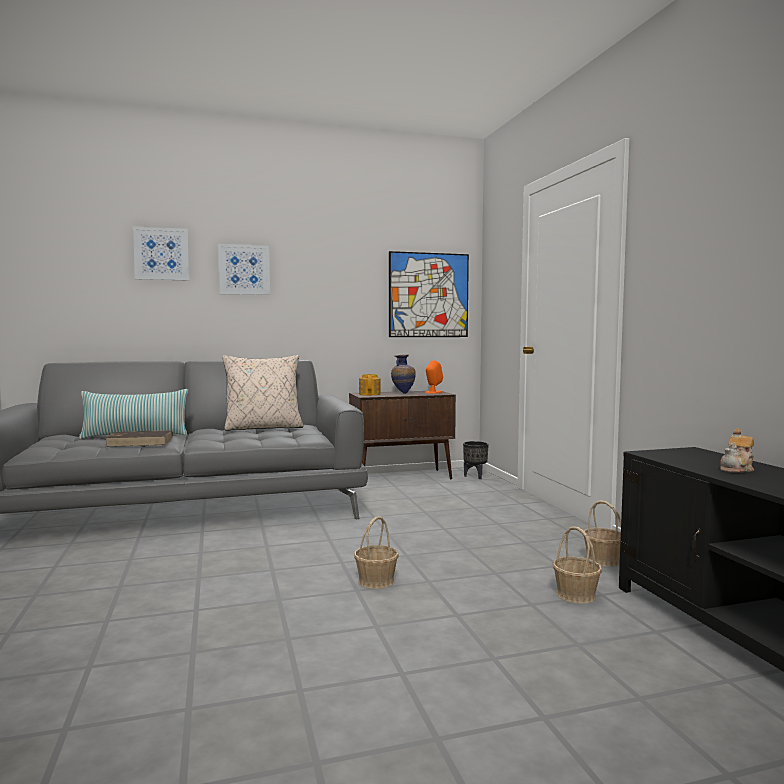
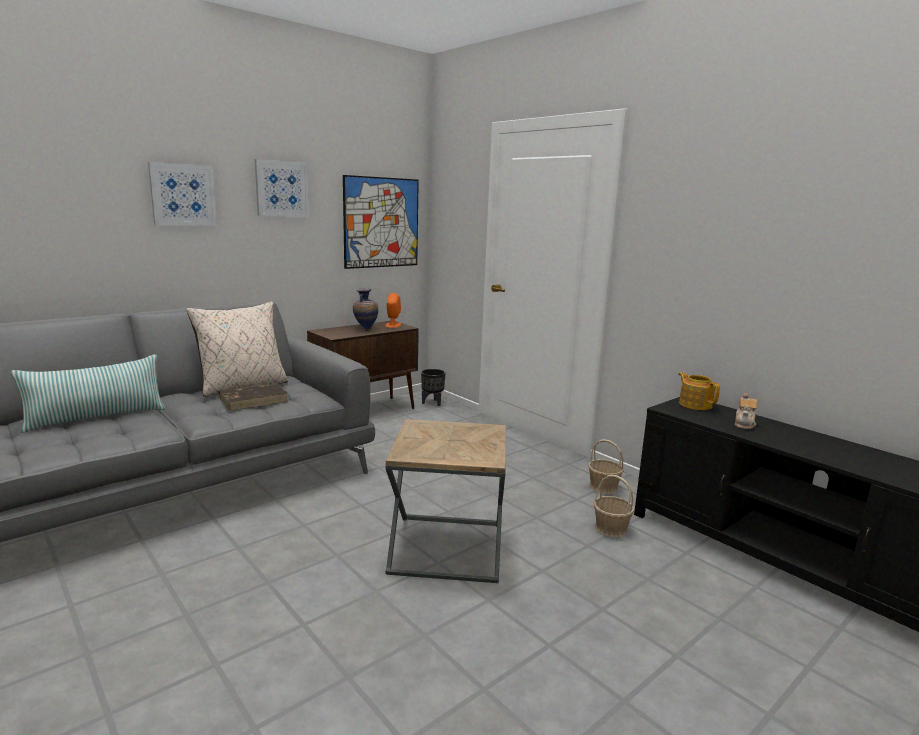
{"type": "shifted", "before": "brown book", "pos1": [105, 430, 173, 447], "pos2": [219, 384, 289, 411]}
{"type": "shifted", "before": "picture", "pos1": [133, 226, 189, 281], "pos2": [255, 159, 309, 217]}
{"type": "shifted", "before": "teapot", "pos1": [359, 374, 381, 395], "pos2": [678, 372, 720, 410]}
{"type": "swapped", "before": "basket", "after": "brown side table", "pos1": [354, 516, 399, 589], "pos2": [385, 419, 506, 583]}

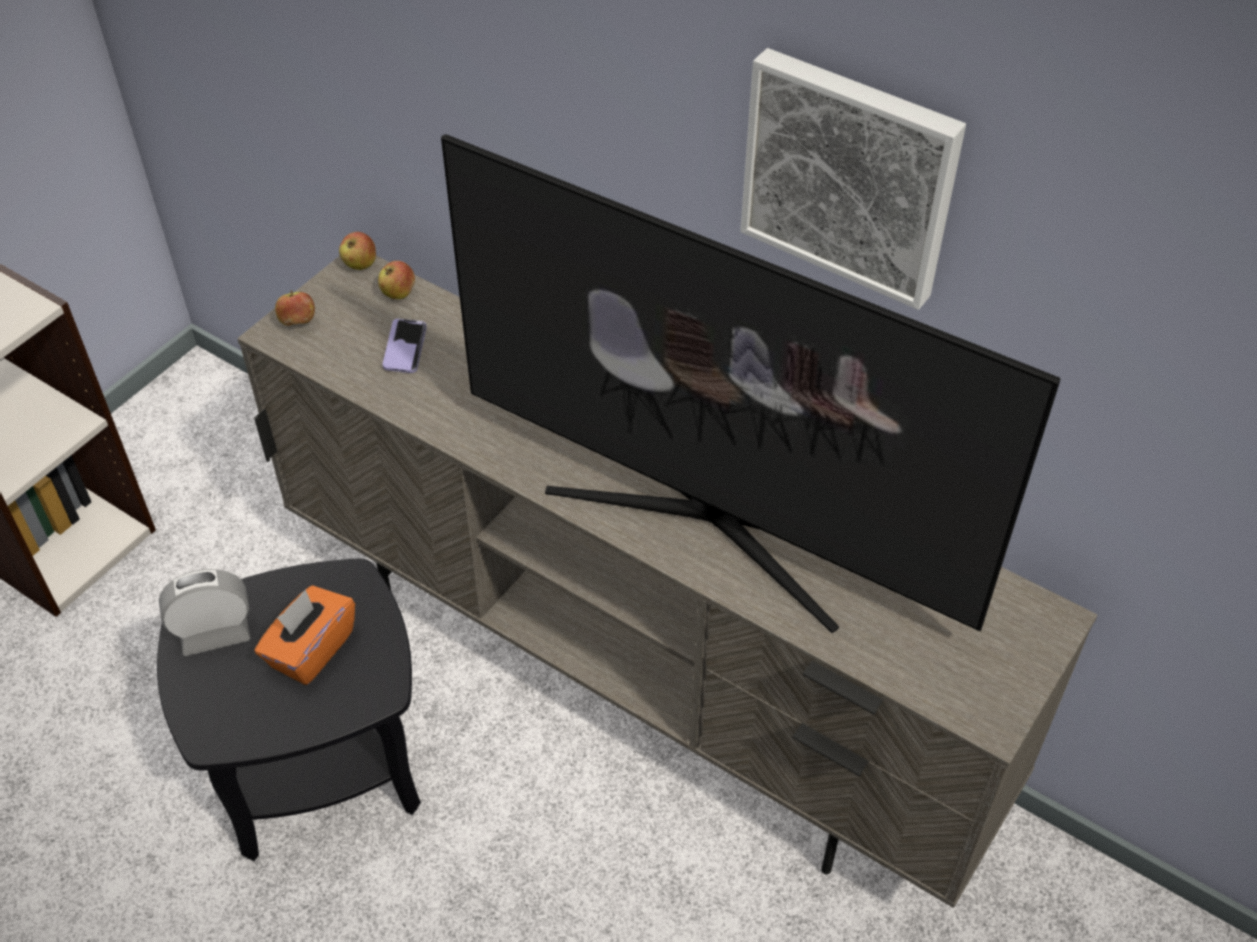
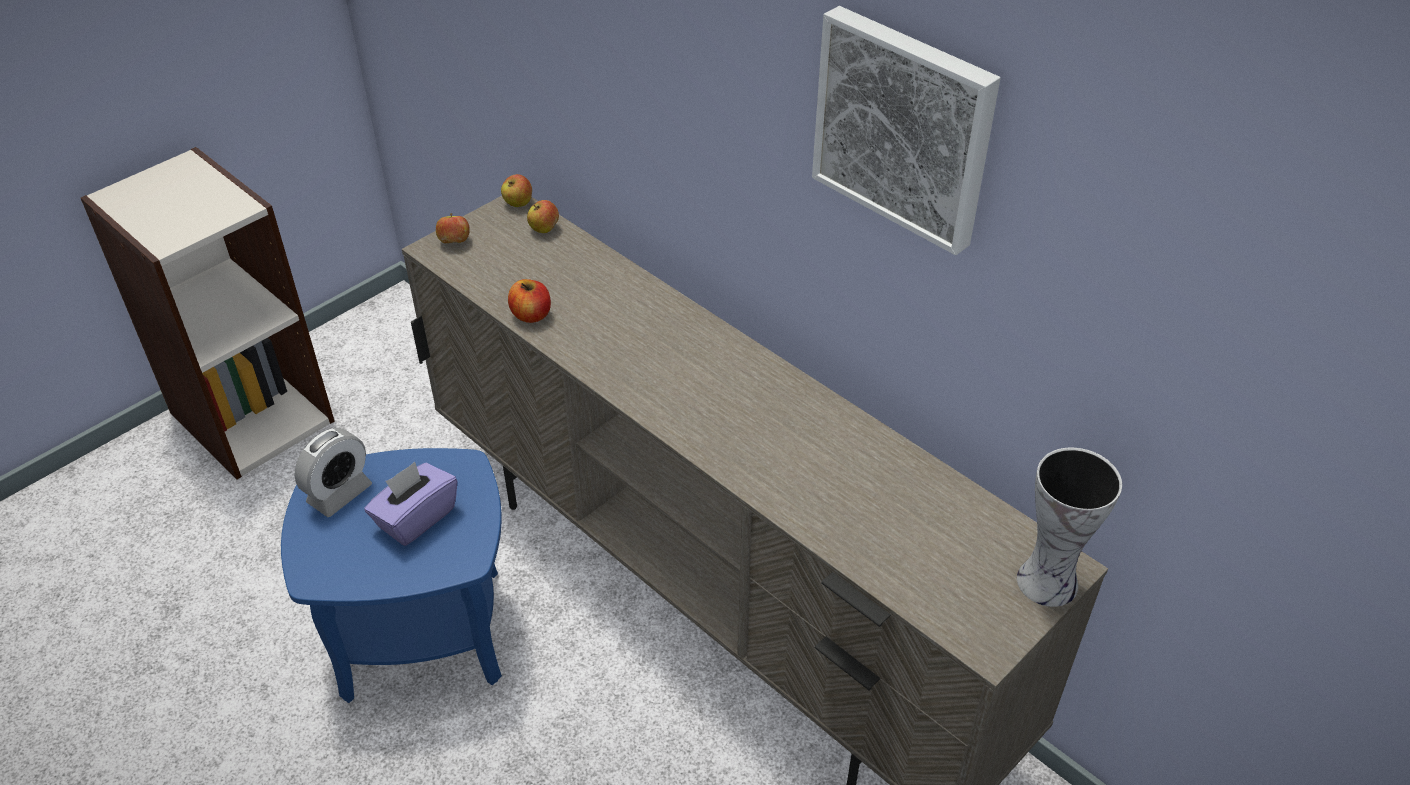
{"type": "gone", "before": "phone", "pos1": [383, 318, 427, 373]}
{"type": "gone", "before": "television", "pos1": [441, 134, 1060, 633]}
{"type": "new", "after": "apple", "pos2": [508, 279, 551, 323]}
{"type": "new", "after": "vase", "pos2": [1017, 447, 1122, 607]}
{"type": "repainted", "before": "black side table", "after": "blue side table", "pos1": [157, 559, 421, 861], "pos2": [281, 448, 502, 703]}
{"type": "repainted", "before": "orange tissue box", "after": "purple tissue box", "pos1": [255, 585, 355, 685], "pos2": [364, 462, 457, 546]}
{"type": "rotated", "before": "alarm clock", "pos1": [159, 569, 250, 656], "pos2": [294, 428, 372, 517], "turn": 135}

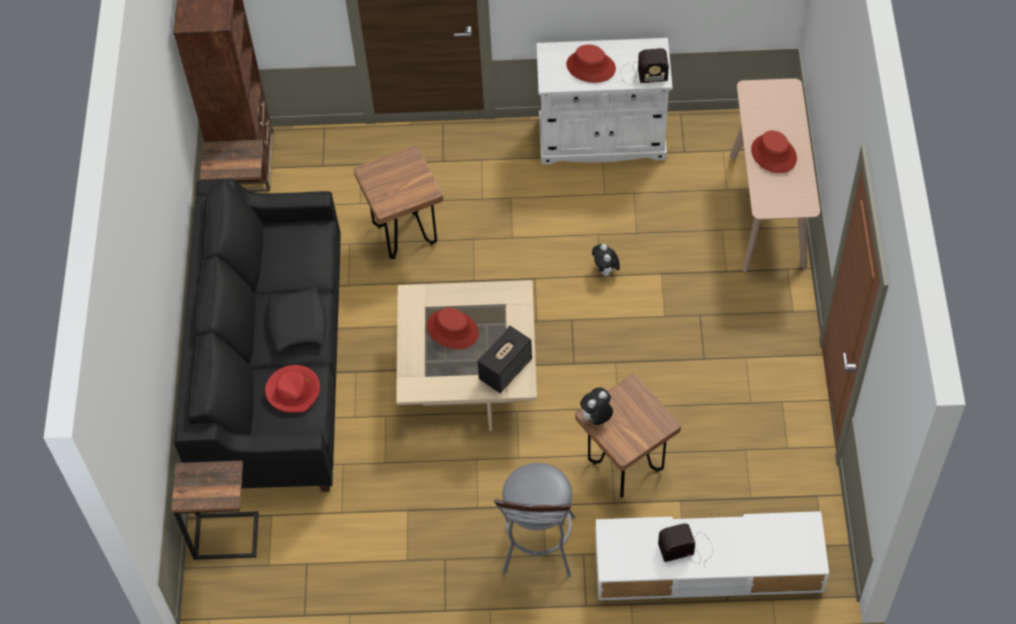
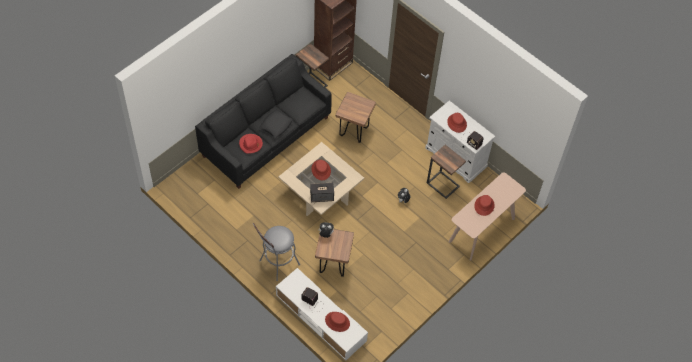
{"type": "new", "after": "red hat", "pos2": [325, 312, 350, 332]}
{"type": "shifted", "before": "side table", "pos1": [171, 461, 259, 560], "pos2": [427, 145, 466, 199]}

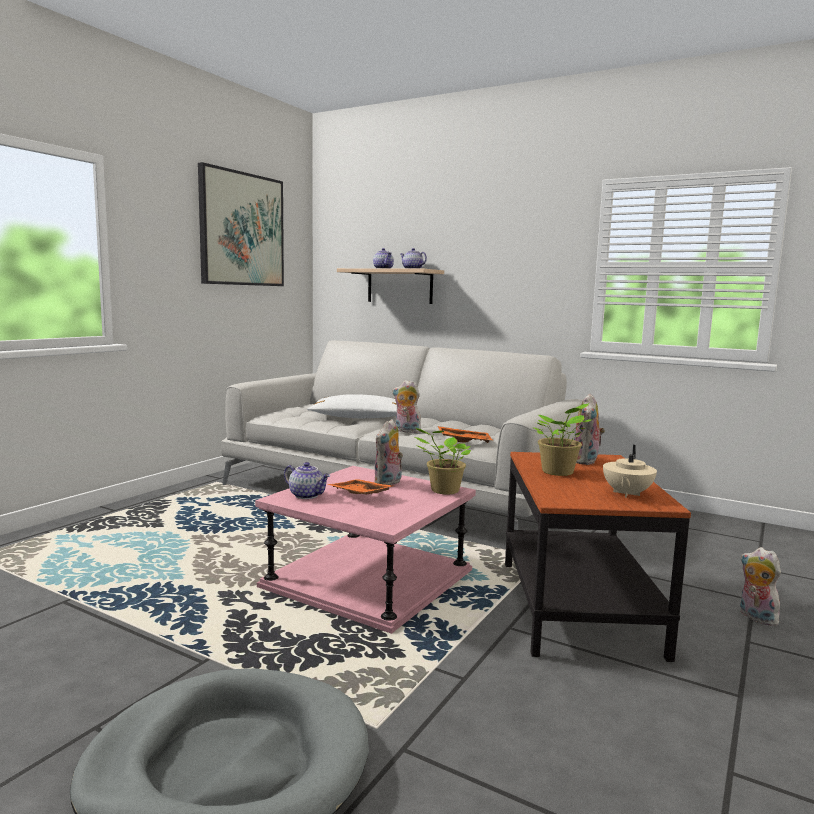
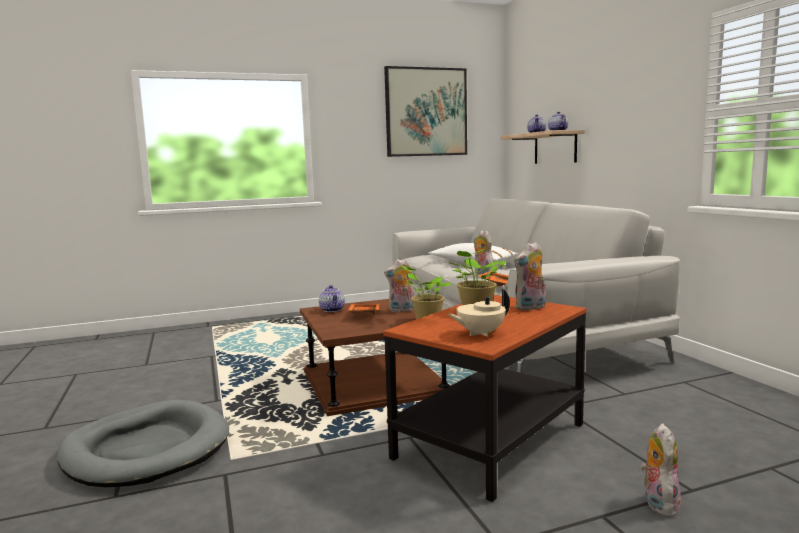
{"type": "repainted", "before": "pink side table", "after": "brown side table", "pos1": [255, 466, 476, 634], "pos2": [300, 299, 450, 416]}

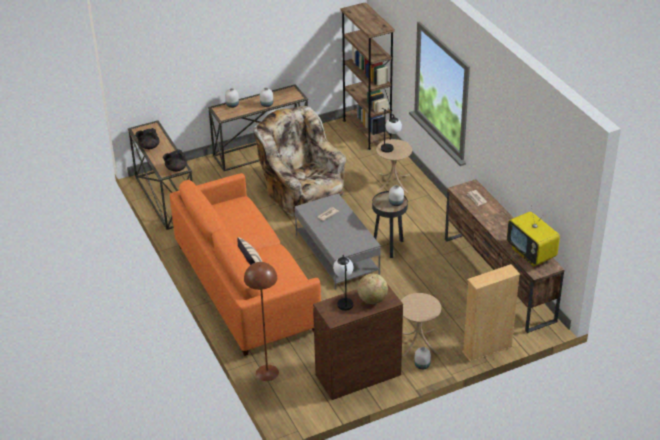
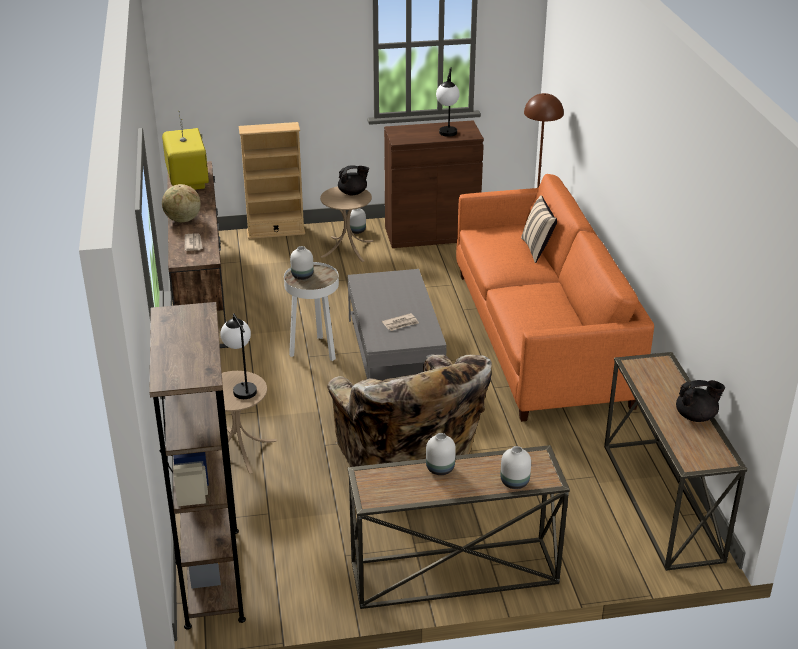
{"type": "shifted", "before": "black teapot", "pos1": [163, 149, 187, 172], "pos2": [338, 165, 369, 195]}
{"type": "shifted", "before": "globe", "pos1": [357, 274, 388, 304], "pos2": [162, 184, 201, 222]}
{"type": "repainted", "before": "black side table", "after": "white side table", "pos1": [372, 191, 408, 258], "pos2": [284, 262, 339, 361]}

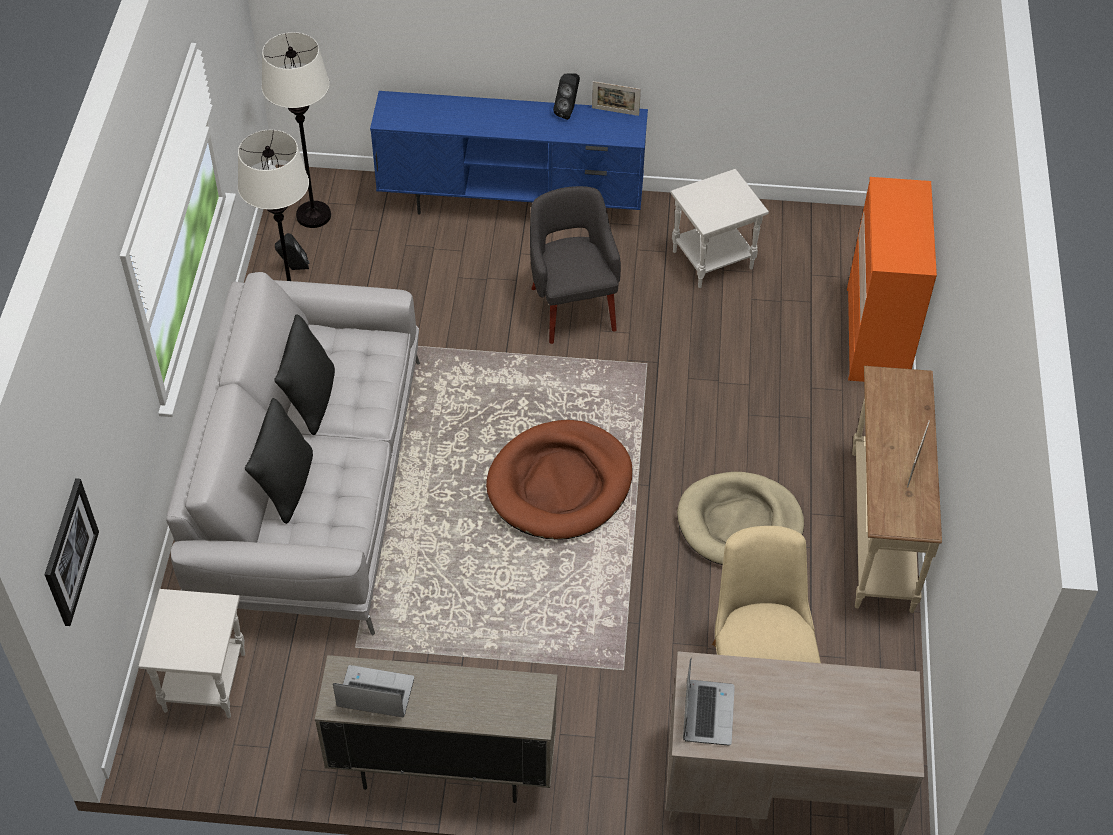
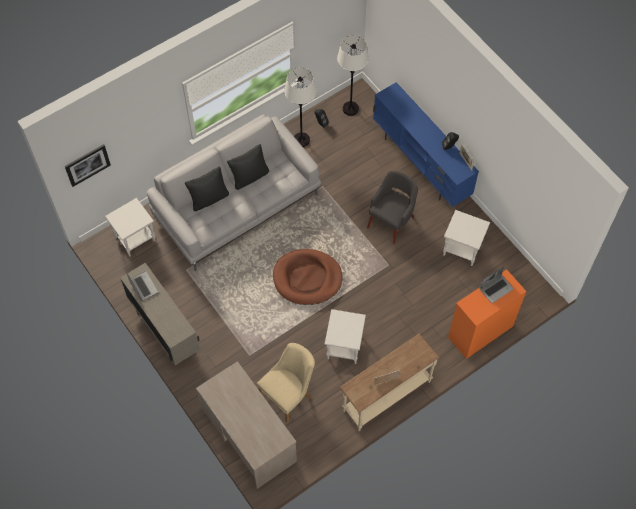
{"type": "shifted", "before": "laptop", "pos1": [683, 658, 735, 745], "pos2": [480, 267, 514, 303]}
{"type": "swapped", "before": "beige dog bed", "after": "white side table", "pos1": [677, 472, 804, 565], "pos2": [325, 309, 366, 364]}

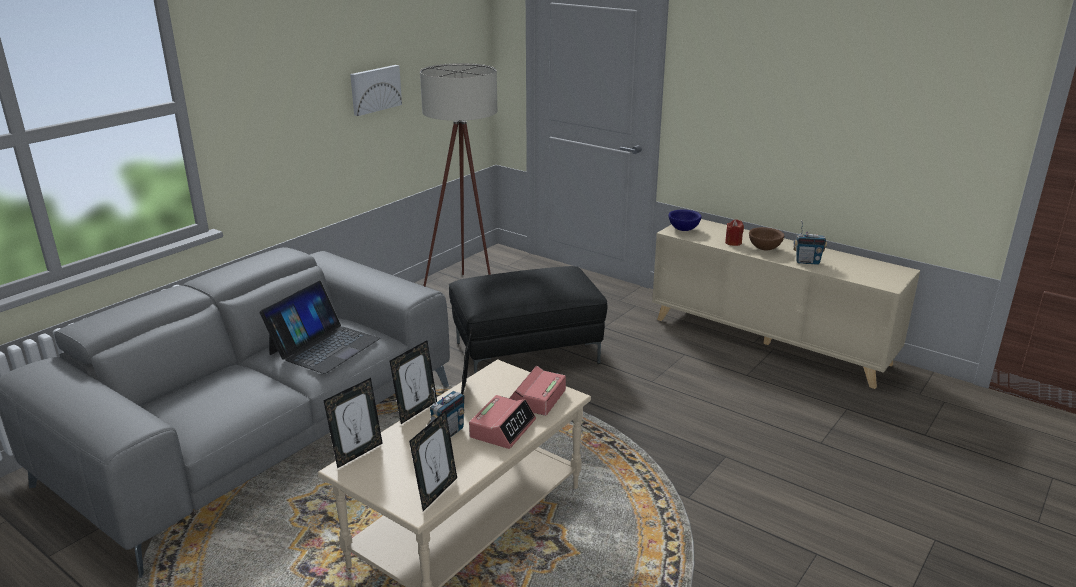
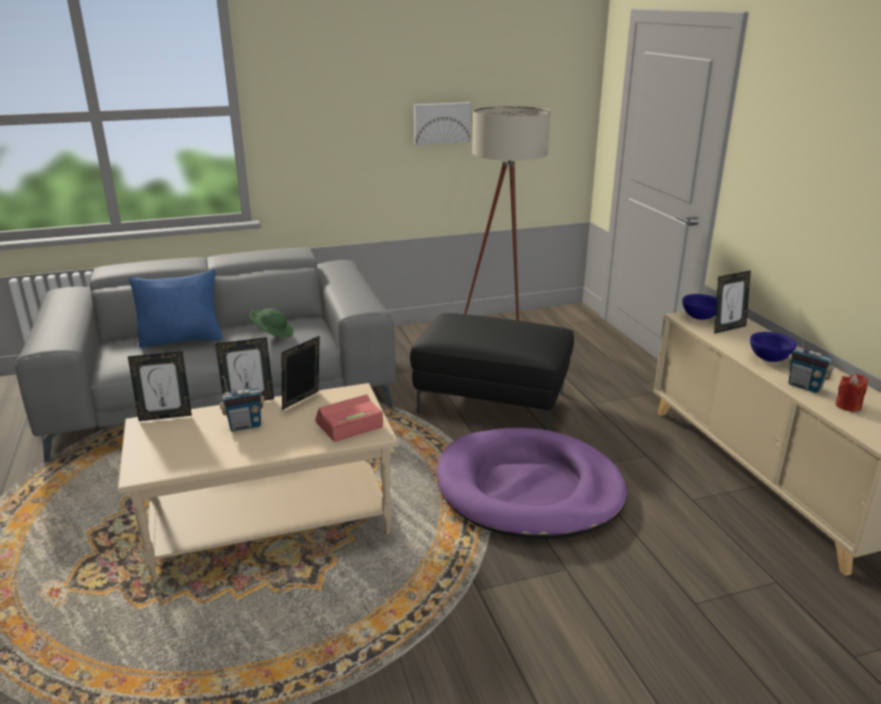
{"type": "gone", "before": "alarm clock", "pos1": [469, 395, 536, 449]}
{"type": "new", "after": "blue pillow", "pos2": [129, 269, 223, 348]}
{"type": "new", "after": "purple dog bed", "pos2": [437, 428, 627, 539]}
{"type": "shifted", "before": "picture frame", "pos1": [409, 410, 457, 511], "pos2": [714, 270, 751, 334]}
{"type": "shifted", "before": "red candle", "pos1": [725, 219, 744, 246], "pos2": [835, 374, 868, 412]}
{"type": "swapped", "before": "laptop", "after": "green hat", "pos1": [259, 281, 380, 374], "pos2": [249, 308, 293, 338]}
{"type": "repainted", "before": "brown bowl", "after": "blue bowl", "pos1": [749, 227, 784, 250], "pos2": [750, 332, 797, 362]}

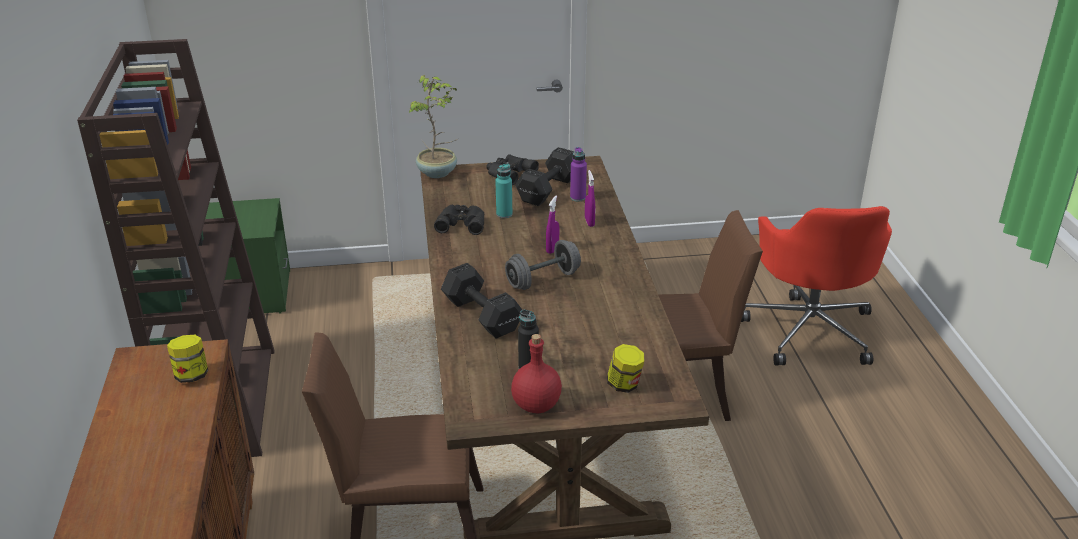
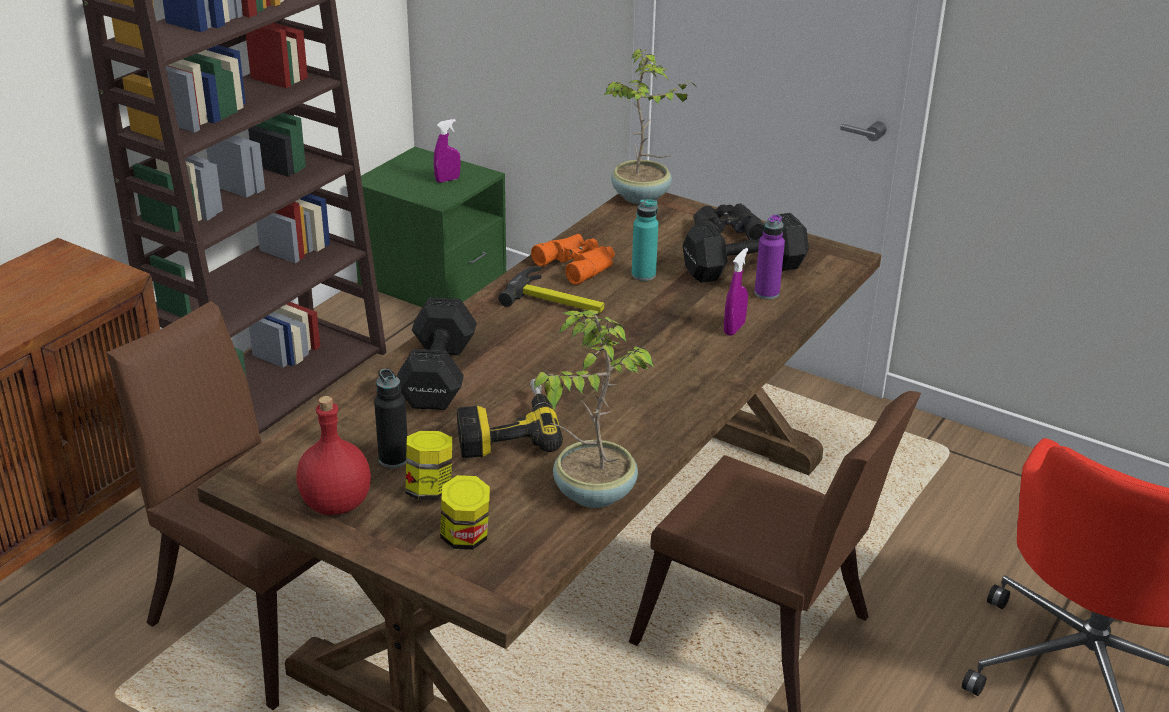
{"type": "gone", "before": "grey dumbbell", "pos1": [505, 240, 581, 290]}
{"type": "new", "after": "power drill", "pos2": [457, 378, 563, 458]}
{"type": "new", "after": "hammer", "pos2": [498, 266, 605, 313]}
{"type": "new", "after": "potted plant", "pos2": [534, 310, 654, 508]}
{"type": "shifted", "before": "jar", "pos1": [167, 335, 208, 383], "pos2": [405, 431, 452, 501]}
{"type": "shifted", "before": "purple spray bottle", "pos1": [546, 195, 559, 254], "pos2": [434, 119, 461, 183]}
{"type": "repainted", "before": "black binoculars", "after": "orange binoculars", "pos1": [434, 205, 485, 235], "pos2": [531, 234, 615, 285]}

